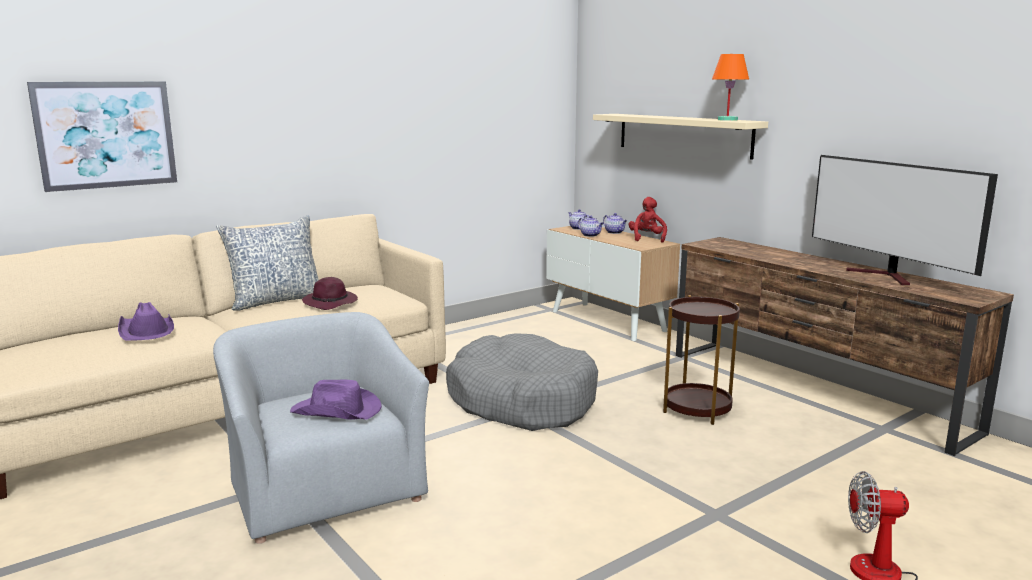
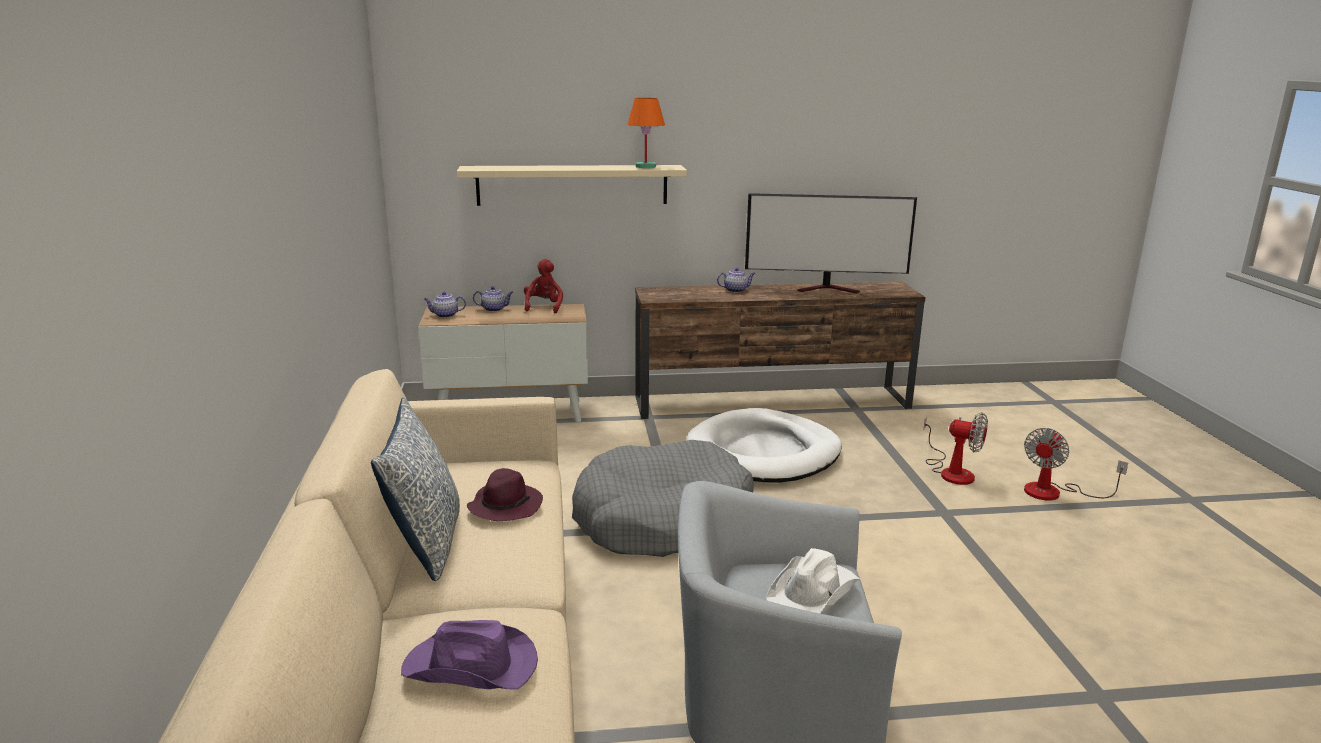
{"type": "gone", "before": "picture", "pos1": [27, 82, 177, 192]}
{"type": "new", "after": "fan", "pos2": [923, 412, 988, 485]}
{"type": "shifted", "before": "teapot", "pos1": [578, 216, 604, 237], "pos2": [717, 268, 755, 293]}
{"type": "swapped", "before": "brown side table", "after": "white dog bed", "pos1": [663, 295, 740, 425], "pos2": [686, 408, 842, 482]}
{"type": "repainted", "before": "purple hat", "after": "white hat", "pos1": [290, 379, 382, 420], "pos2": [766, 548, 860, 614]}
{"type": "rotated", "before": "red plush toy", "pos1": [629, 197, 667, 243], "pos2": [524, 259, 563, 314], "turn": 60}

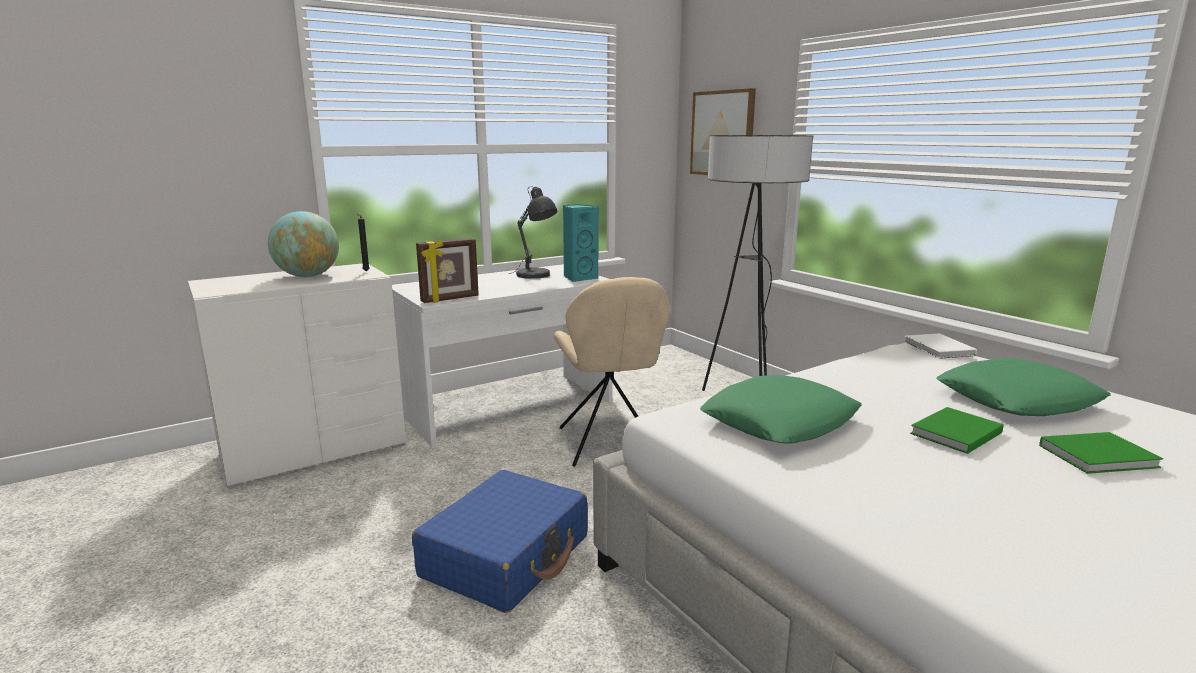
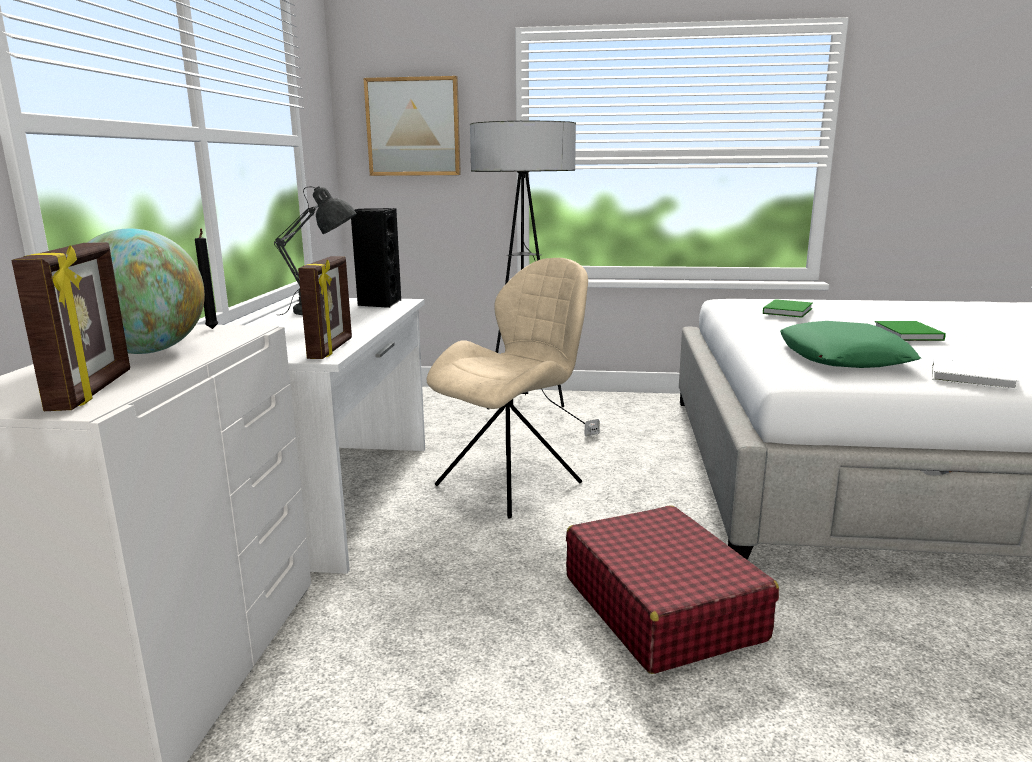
{"type": "gone", "before": "green pillow", "pos1": [937, 358, 1111, 416]}
{"type": "new", "after": "picture frame", "pos2": [12, 242, 130, 411]}
{"type": "shifted", "before": "white book", "pos1": [904, 334, 977, 359], "pos2": [932, 359, 1019, 390]}
{"type": "shifted", "before": "green book", "pos1": [1039, 432, 1163, 474], "pos2": [763, 299, 813, 318]}
{"type": "repainted", "before": "blue suitcase", "after": "red suitcase", "pos1": [412, 470, 588, 613], "pos2": [566, 506, 779, 674]}
{"type": "repainted", "before": "turquoise speaker", "after": "black speaker", "pos1": [563, 204, 599, 282], "pos2": [351, 208, 401, 308]}
{"type": "rotated", "before": "beige chair", "pos1": [554, 277, 669, 467], "pos2": [426, 258, 588, 519], "turn": -75}

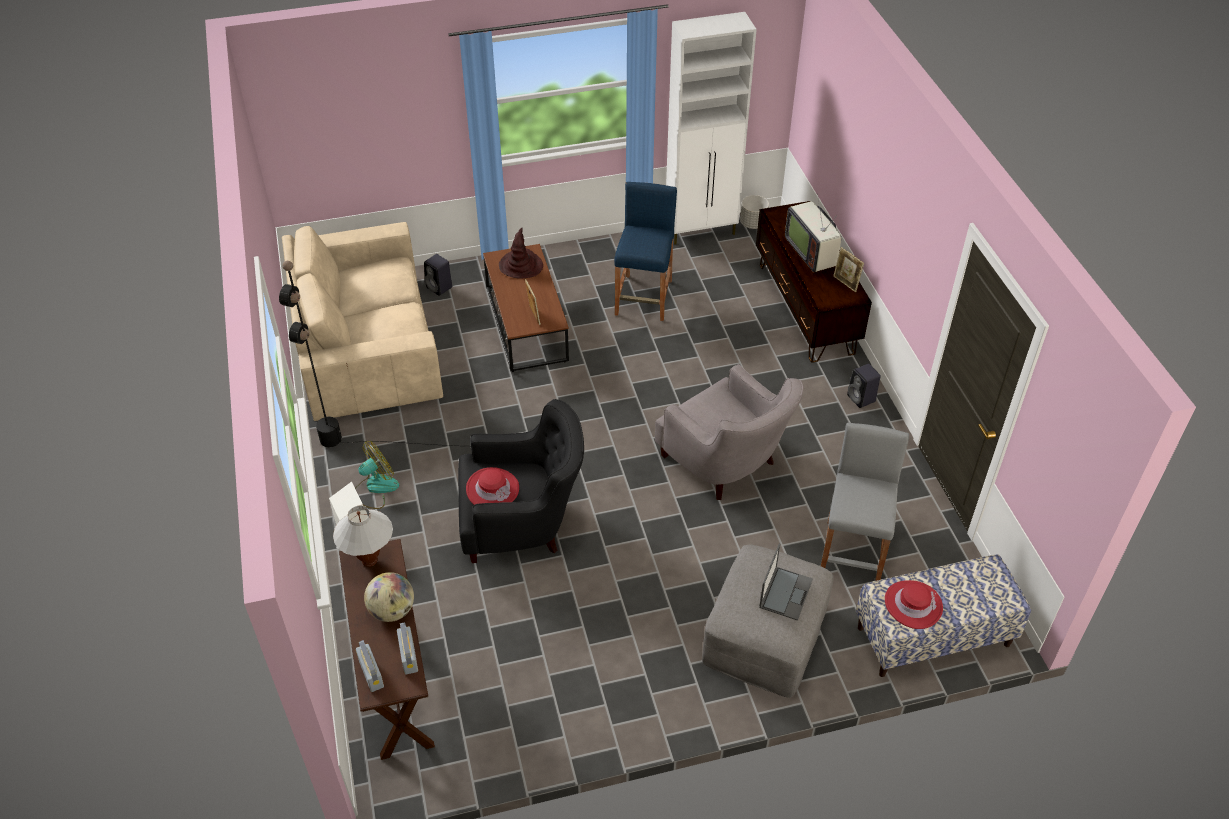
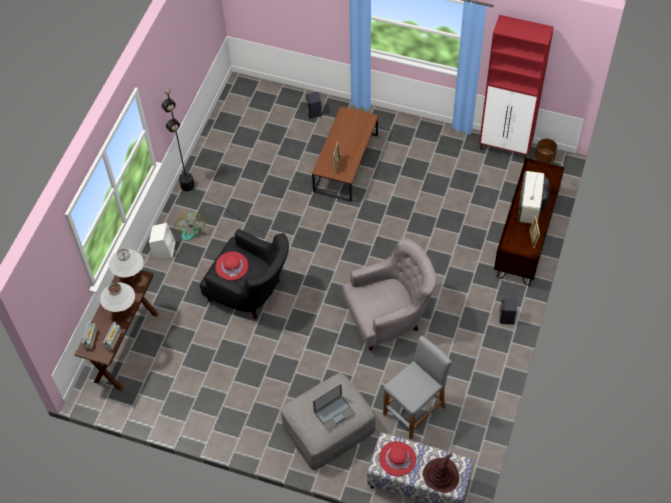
{"type": "gone", "before": "beige sofa", "pos1": [282, 222, 443, 421]}
{"type": "gone", "before": "blue stool", "pos1": [614, 182, 677, 321]}
{"type": "shifted", "before": "brown hat", "pos1": [499, 227, 543, 278], "pos2": [423, 453, 459, 493]}
{"type": "swapped", "before": "globe", "after": "white table lamp", "pos1": [364, 572, 414, 622], "pos2": [100, 282, 135, 315]}
{"type": "repainted", "before": "white cabinet", "after": "red cabinet", "pos1": [666, 12, 757, 244], "pos2": [479, 15, 554, 160]}
{"type": "repainted", "before": "grey planter", "after": "brown planter", "pos1": [740, 195, 769, 229], "pos2": [535, 139, 557, 164]}
{"type": "rotated", "before": "fan", "pos1": [358, 441, 399, 509], "pos2": [174, 212, 205, 241], "turn": 90}
{"type": "rotated", "before": "grey armchair", "pos1": [655, 364, 803, 500], "pos2": [342, 238, 436, 350], "turn": -105}

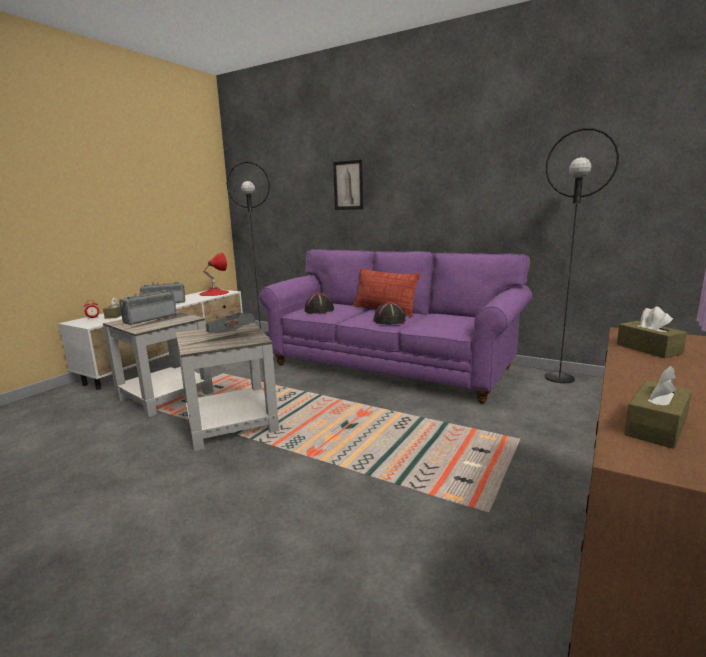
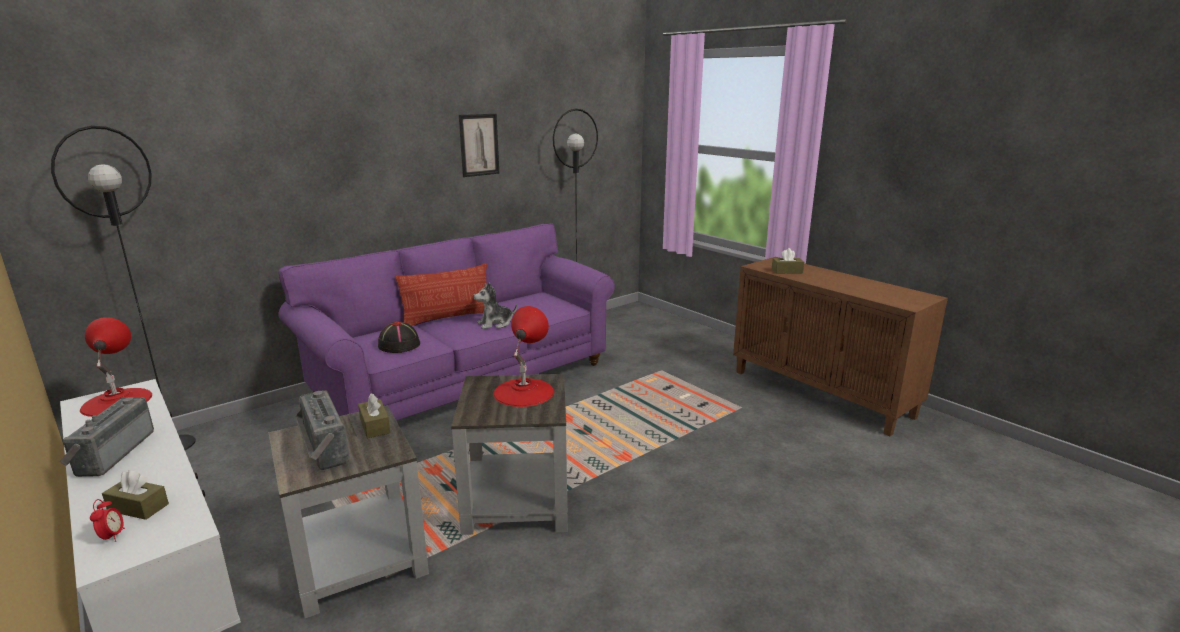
{"type": "shifted", "before": "picture", "pos1": [333, 160, 363, 210], "pos2": [459, 114, 499, 177]}
{"type": "shifted", "before": "brown tissue box", "pos1": [624, 366, 692, 449], "pos2": [358, 394, 390, 439]}
{"type": "swapped", "before": "newspaper", "after": "red table lamp", "pos1": [205, 313, 255, 334], "pos2": [493, 306, 554, 407]}
{"type": "swapped", "before": "black hat", "after": "plush toy", "pos1": [373, 302, 406, 325], "pos2": [473, 283, 517, 329]}

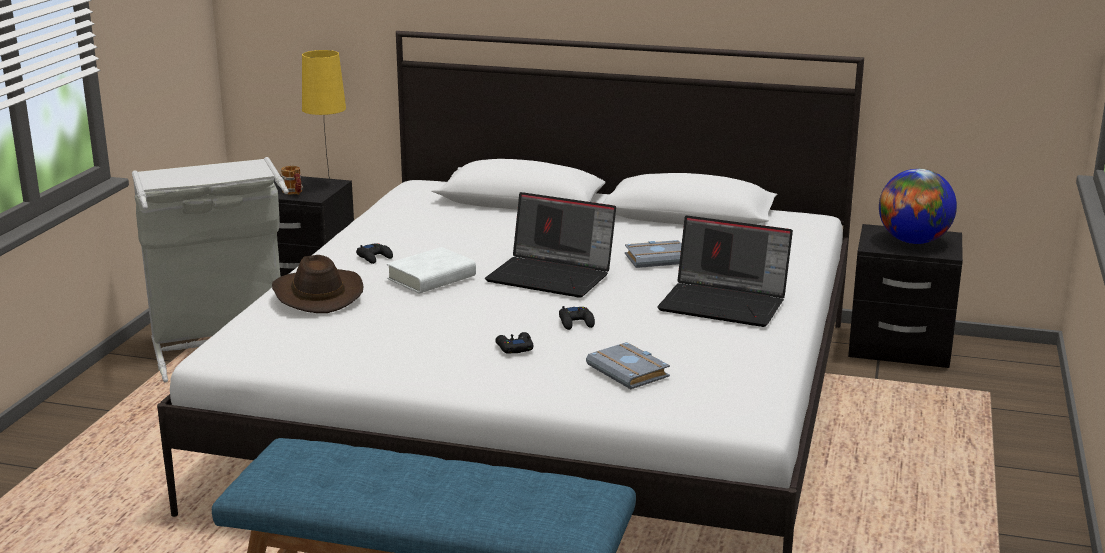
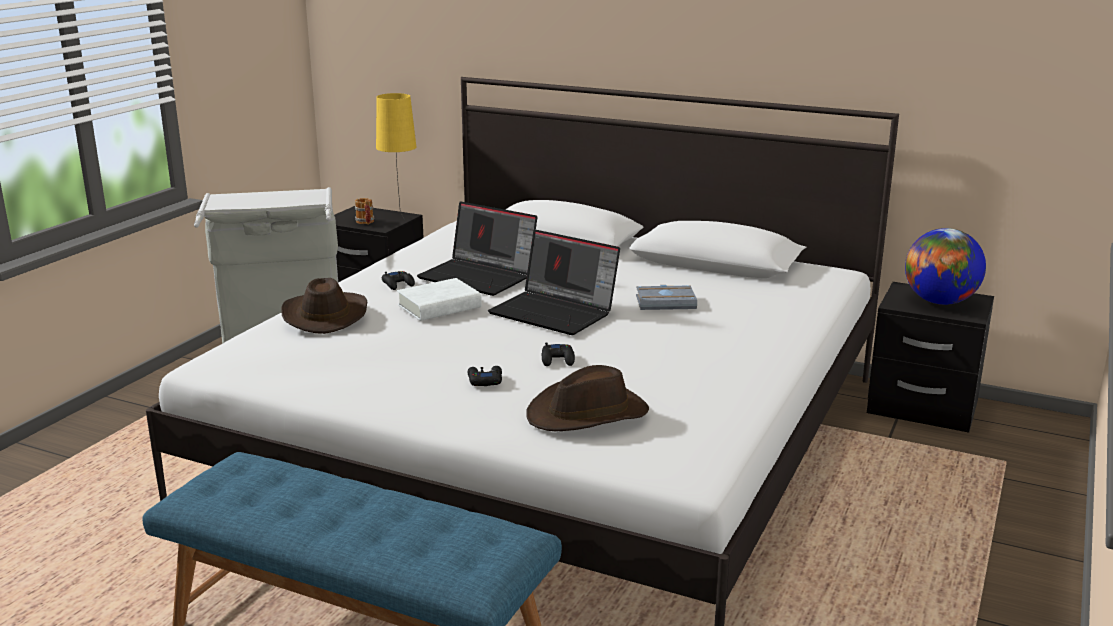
{"type": "shifted", "before": "laptop", "pos1": [657, 216, 793, 327], "pos2": [417, 201, 537, 296]}
{"type": "swapped", "before": "grey book", "after": "brown hat", "pos1": [586, 342, 670, 389], "pos2": [526, 365, 649, 431]}

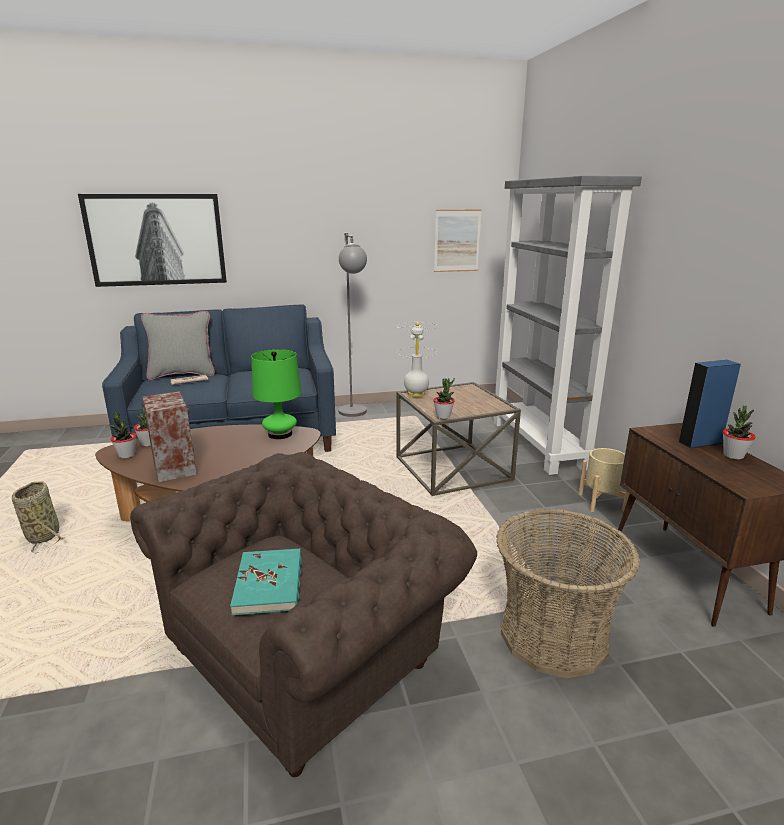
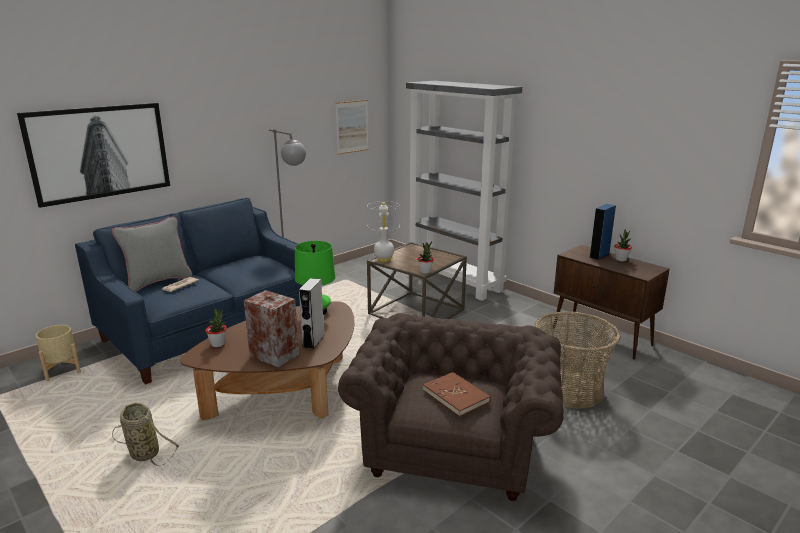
{"type": "gone", "before": "potted plant", "pos1": [109, 411, 136, 458]}
{"type": "new", "after": "grey speaker", "pos2": [299, 278, 324, 349]}
{"type": "shifted", "before": "beige planter", "pos1": [578, 448, 630, 512], "pos2": [35, 325, 81, 381]}
{"type": "repainted", "before": "turquoise book", "after": "brown book", "pos1": [230, 548, 302, 615], "pos2": [423, 372, 491, 417]}

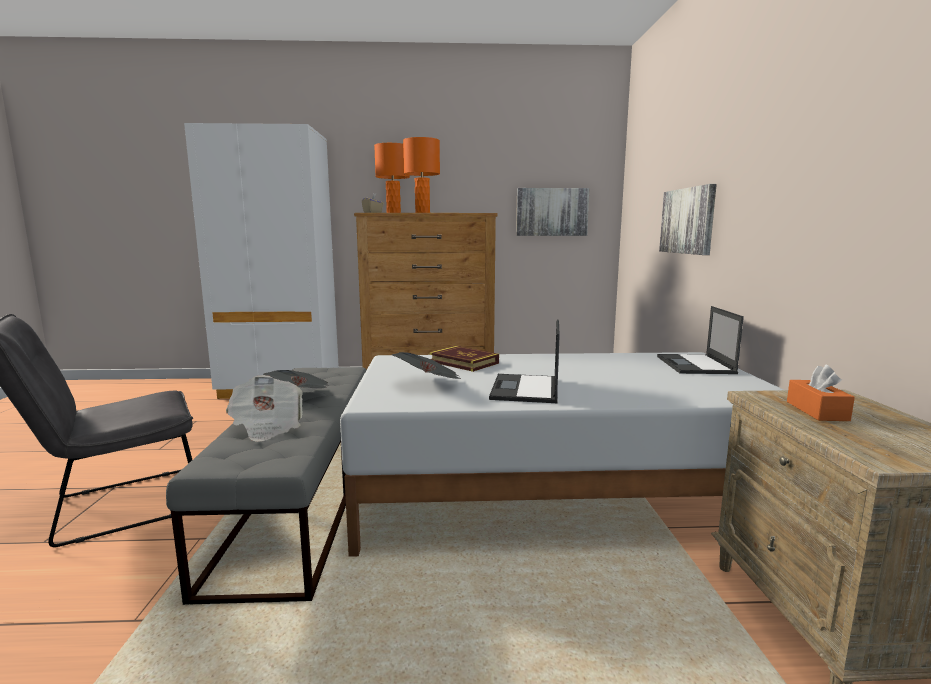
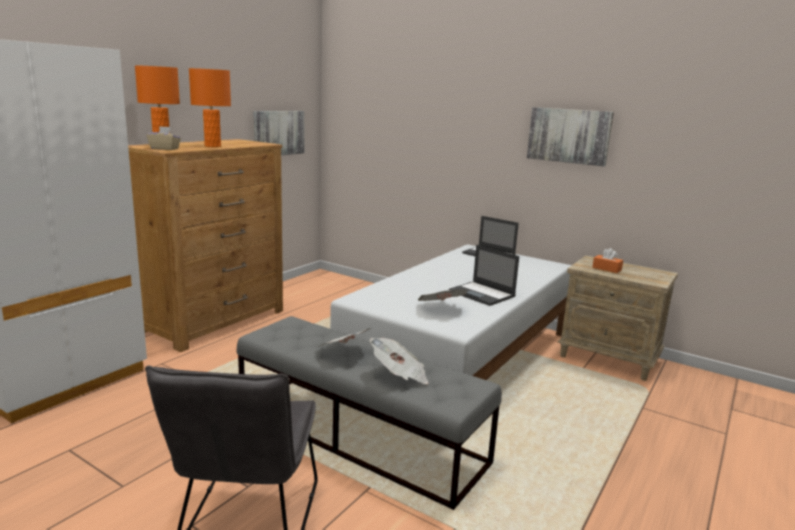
{"type": "gone", "before": "book", "pos1": [429, 346, 499, 372]}
{"type": "shifted", "before": "picture", "pos1": [659, 184, 717, 255], "pos2": [527, 107, 614, 166]}

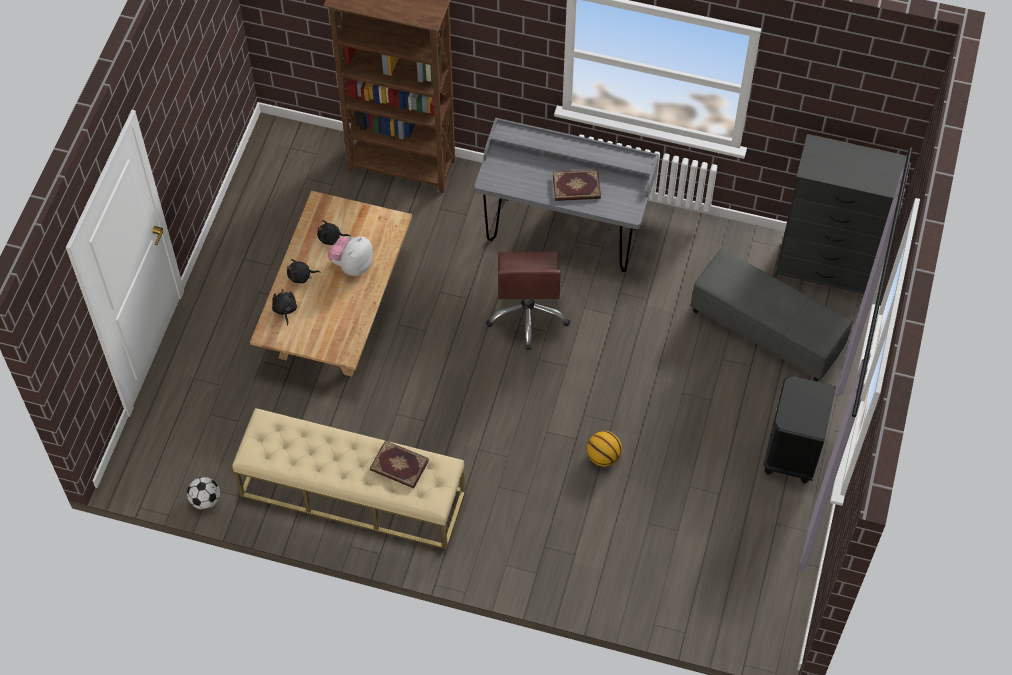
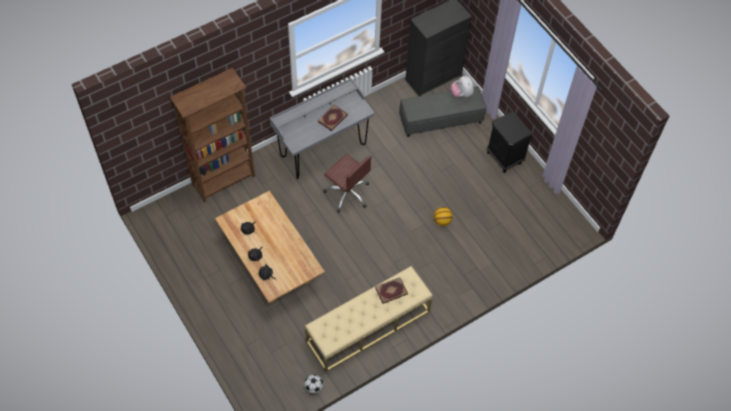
{"type": "shifted", "before": "plush toy", "pos1": [328, 236, 373, 276], "pos2": [451, 76, 474, 97]}

